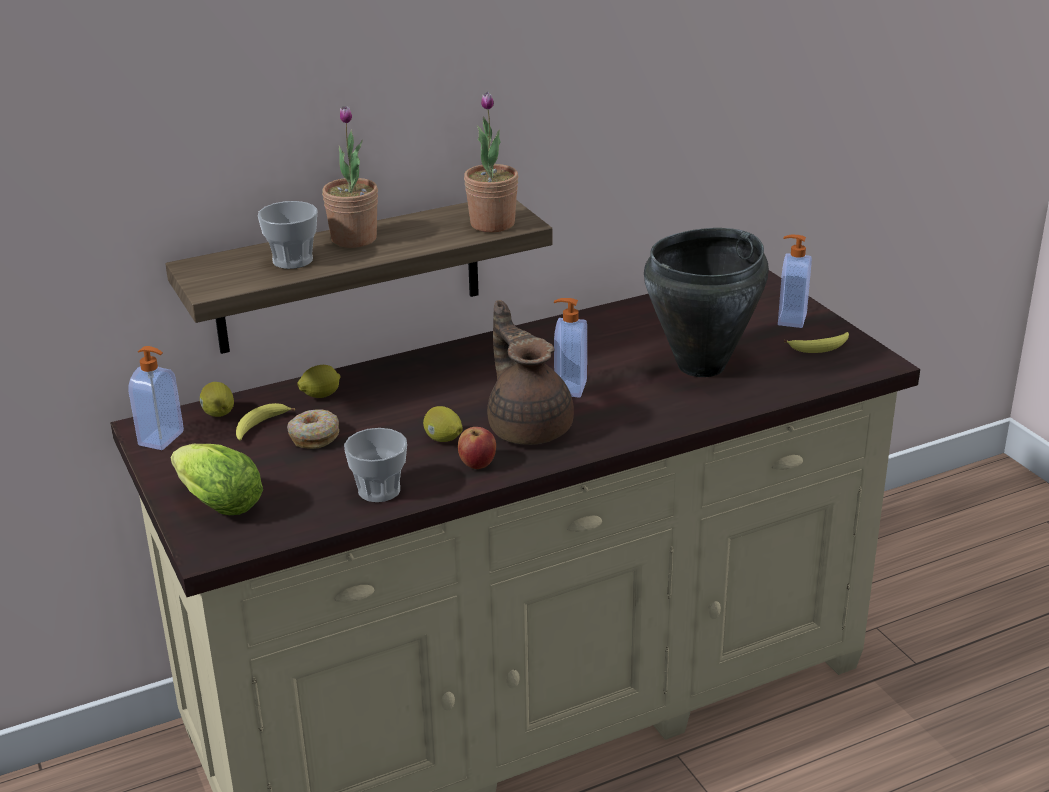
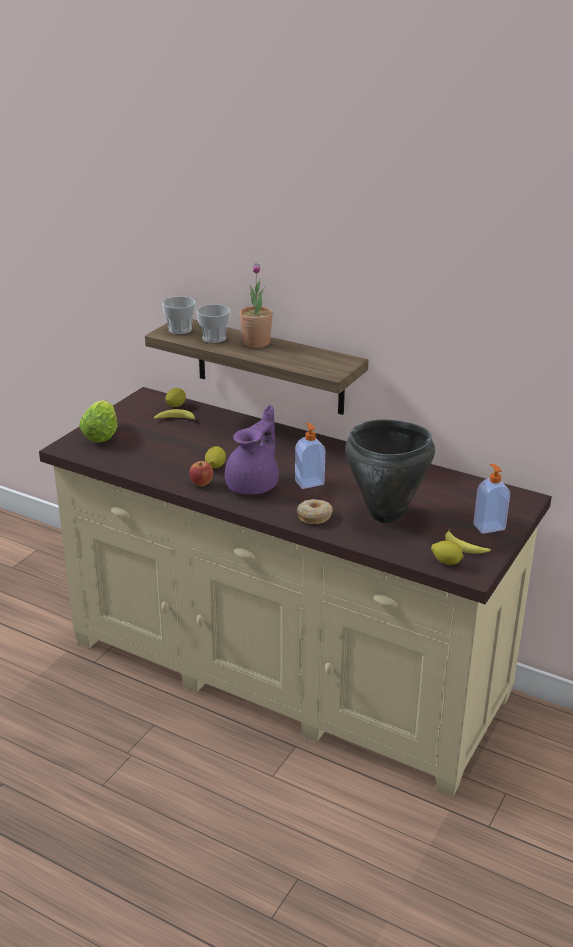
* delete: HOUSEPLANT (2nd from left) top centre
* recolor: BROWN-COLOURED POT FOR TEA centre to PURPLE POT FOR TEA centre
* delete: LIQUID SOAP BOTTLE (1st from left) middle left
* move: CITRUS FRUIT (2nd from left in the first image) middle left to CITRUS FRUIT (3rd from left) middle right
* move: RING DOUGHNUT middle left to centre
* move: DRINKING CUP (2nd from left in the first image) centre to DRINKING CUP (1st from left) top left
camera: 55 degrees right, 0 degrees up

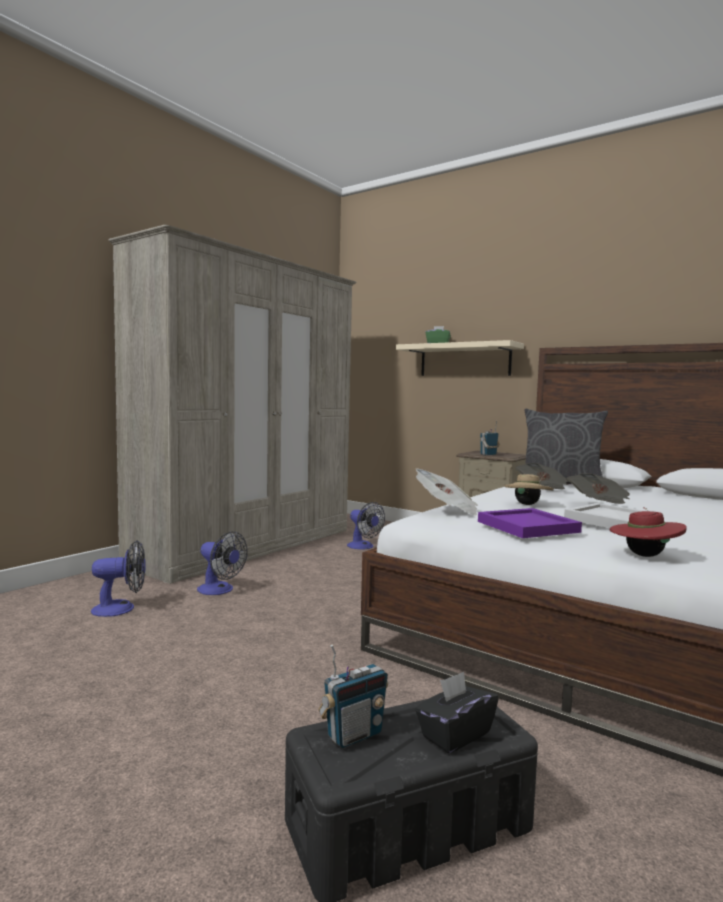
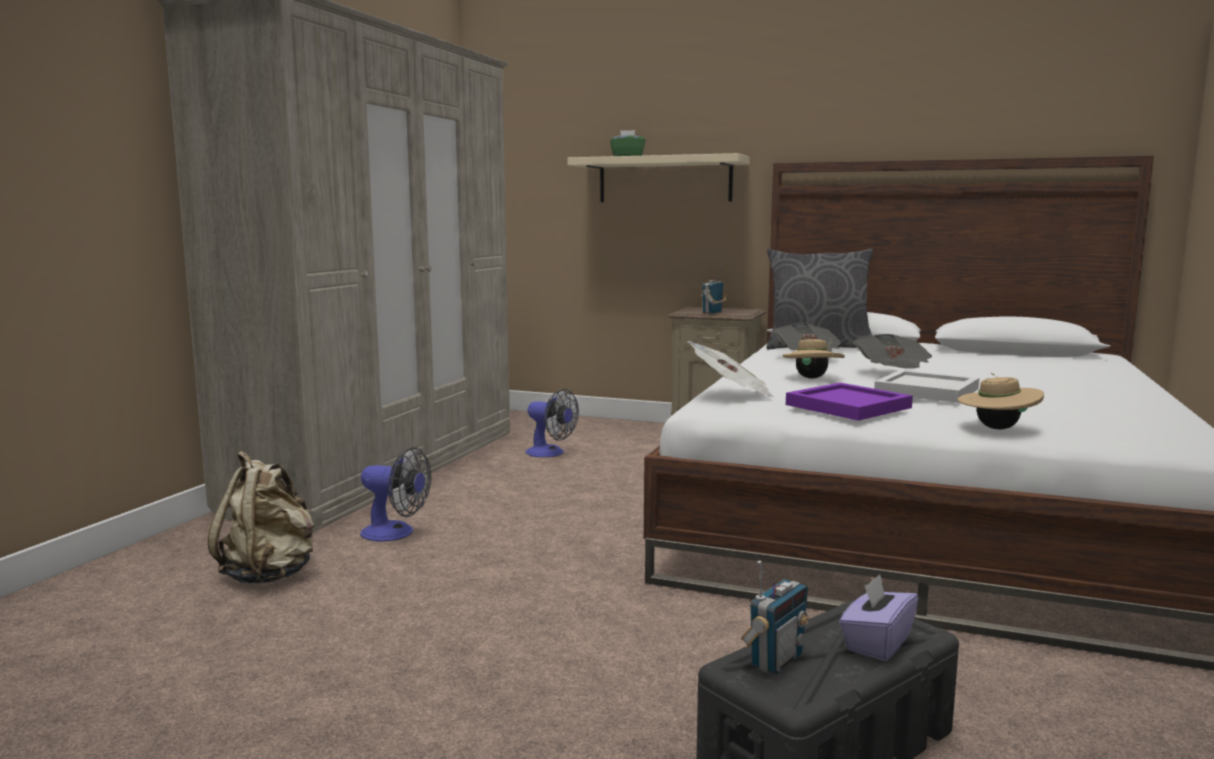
* recolor: RED-COLOURED HAT middle right to BEIGE HAT (2nd from left) middle right
* replace: COOLING FAN (1st from left) middle left to BEIGE RUCKSACK bottom left
* recolor: BLACKISH BOX OF TISSUES bottom centre to PURPLE BOX OF TISSUES bottom right
camera: 15 degrees left, 5 degrees up

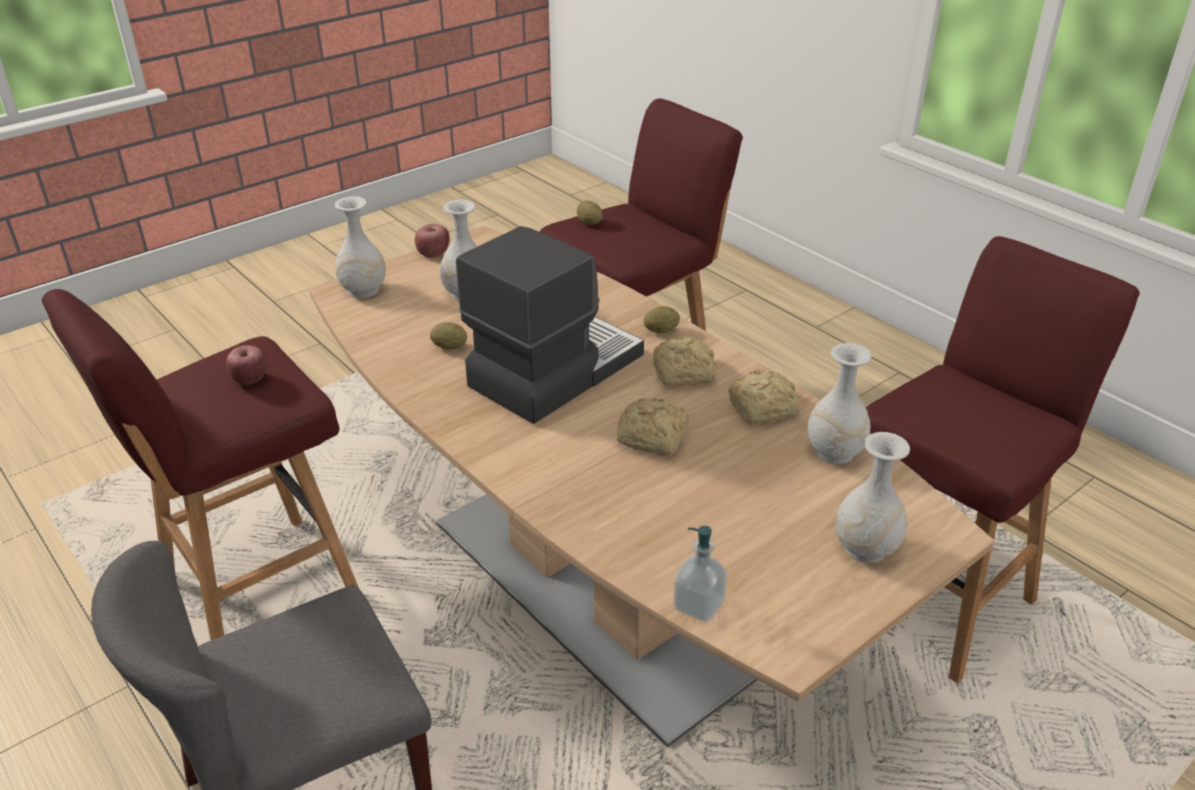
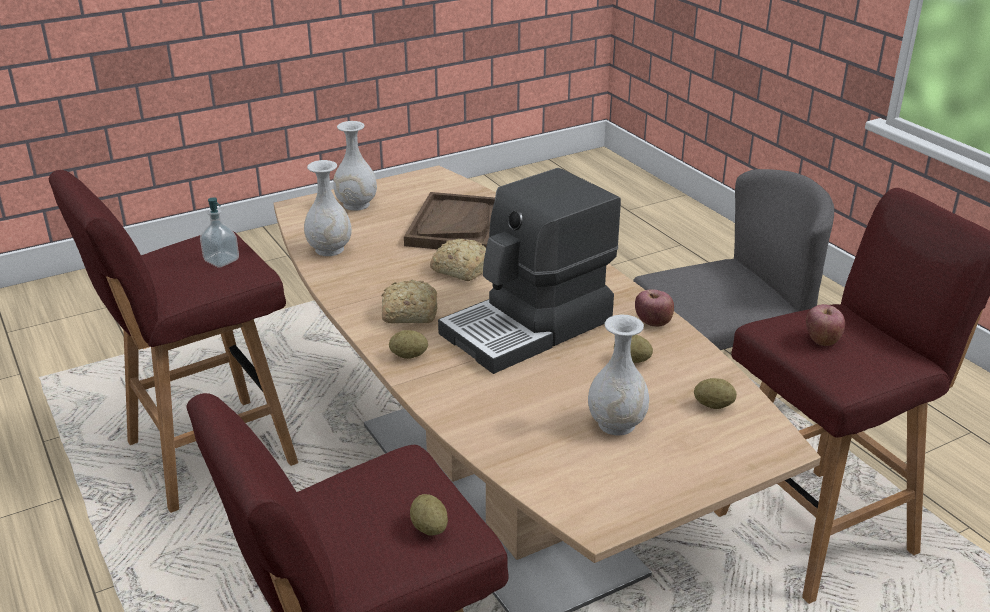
* delete: WHITE-COLOURED VASE (1st from left) top left
* move: APPLE (2nd from left in the first image) top centre to APPLE (1st from left) centre
* delete: BAKERY BREAD (3rd from left) centre
* move: LIQUID SOAP BOTTLE bottom centre to middle left
* insert: BROWN-COLOURED TRAY centre
* insert: WHOLE POTATO (4th from left) middle right
camera: 170 degrees left, 5 degrees down

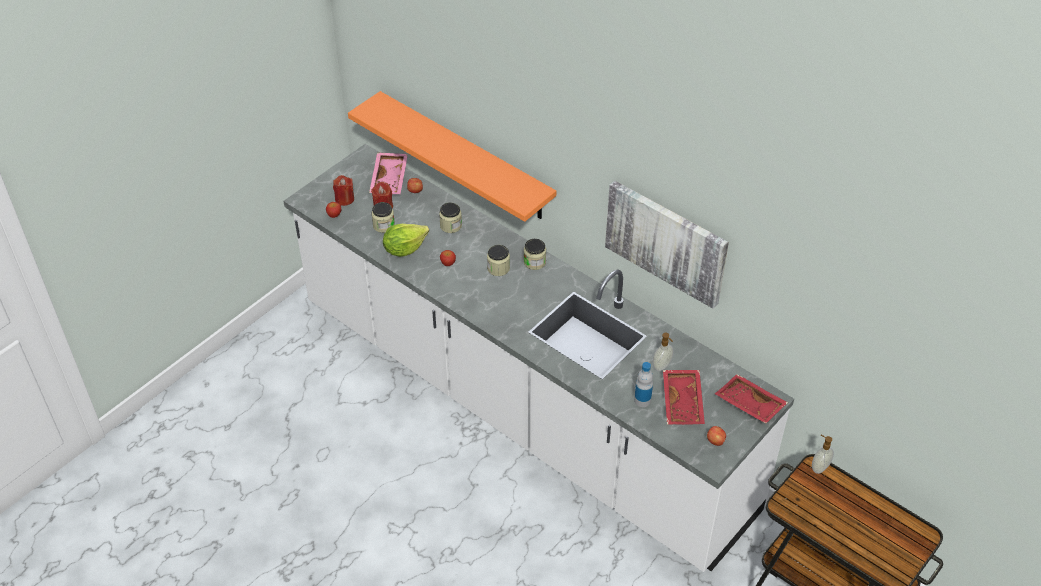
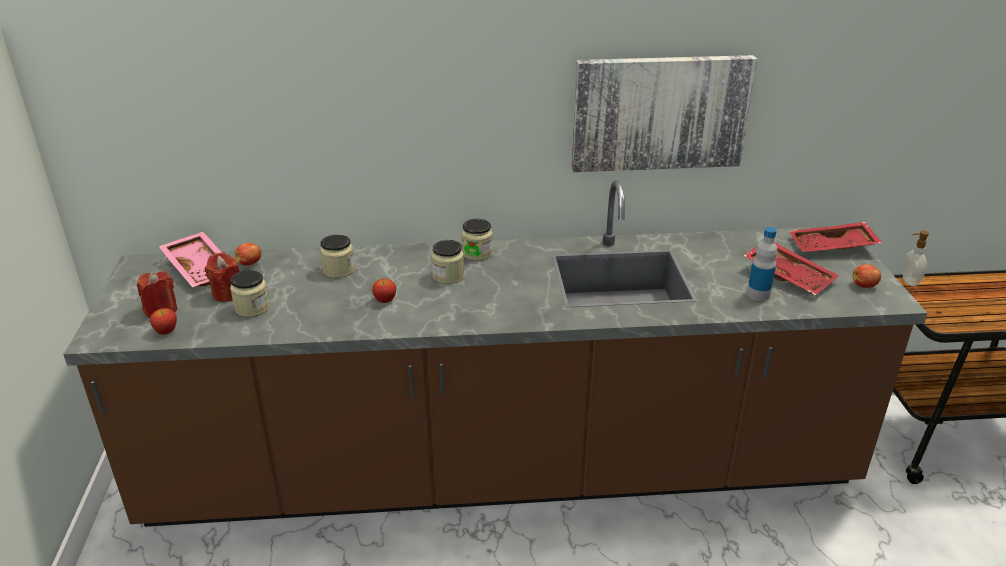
* delete: ORANGE-COLOURED SHELF top centre
* recolor: WHITE-COLOURED KITCHEN BASE UNIT centre to BROWN-COLOURED KITCHEN BASE UNIT centre
* delete: LETTUCE HEAD centre
* delete: LIQUID SOAP BOTTLE (1st from left) centre
camera: 45 degrees left, 15 degrees down

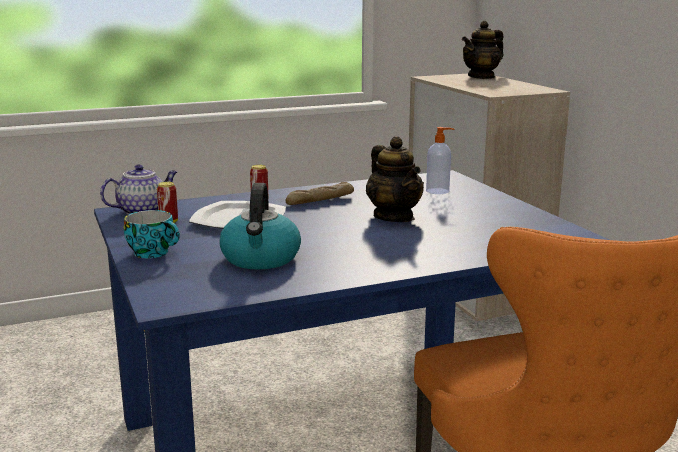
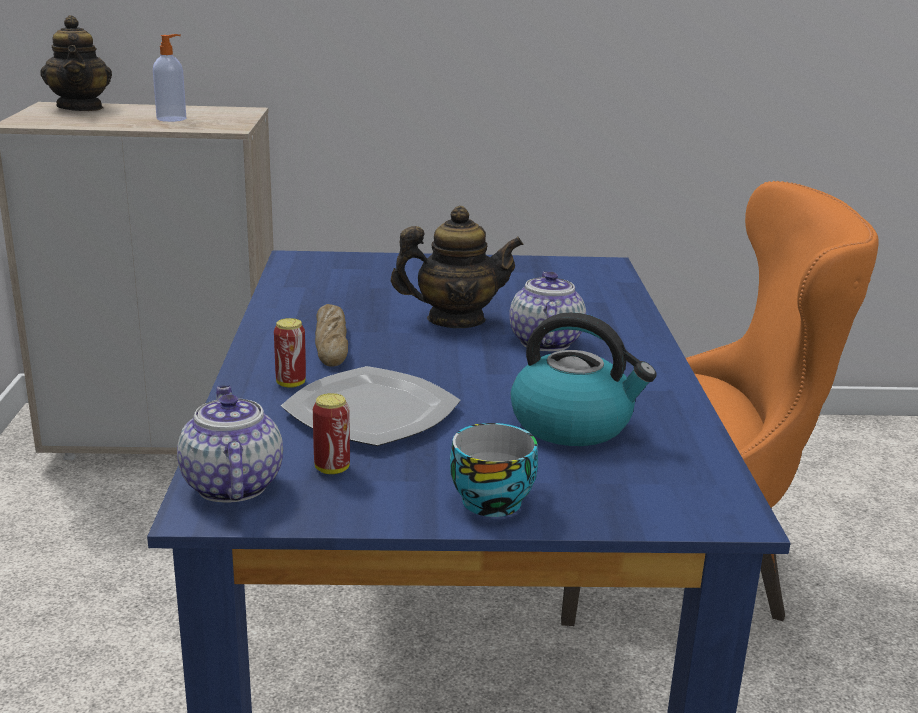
* move: LIQUID SOAP BOTTLE centre to top left
* insert: POT FOR TEA (4th from left) centre
camera: 70 degrees left, 5 degrees up

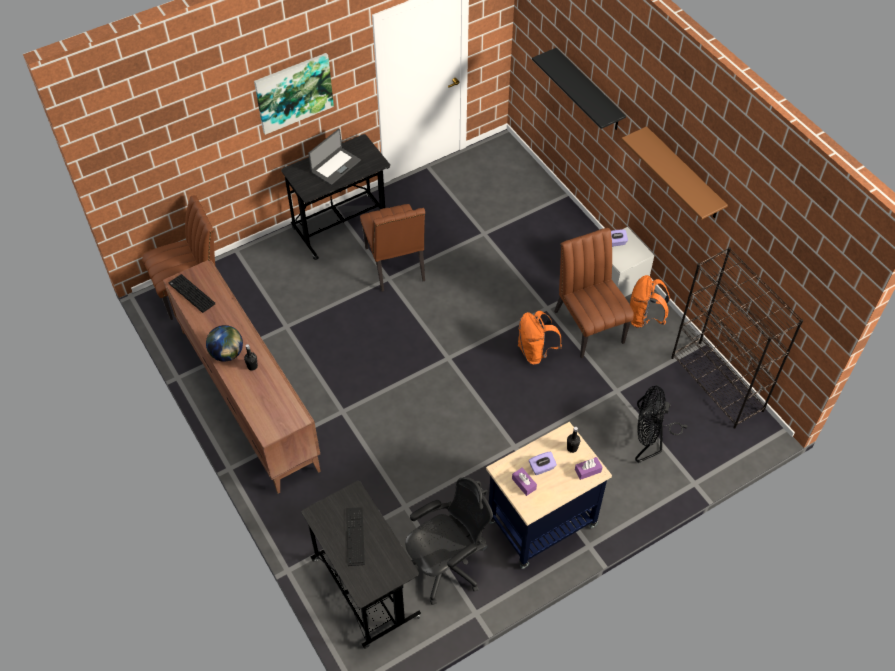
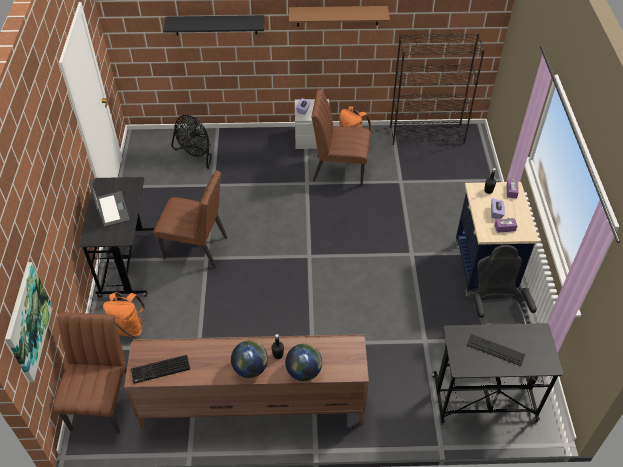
* move: PICTURE top left to bottom left
* move: ORANGE-COLOURED RUCKSACK (1st from left) centre to bottom left
* move: BLACKISH COOLING FAN middle right to top left
* insert: DESK GLOBE (2nd from left) bottom centre
camera: 60 degrees left, 5 degrees down

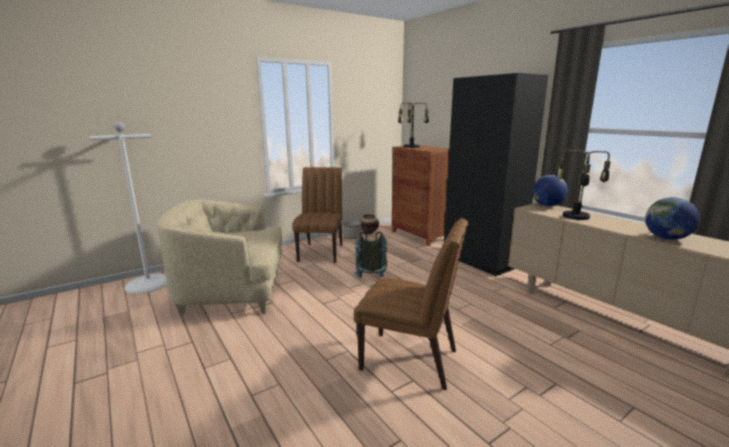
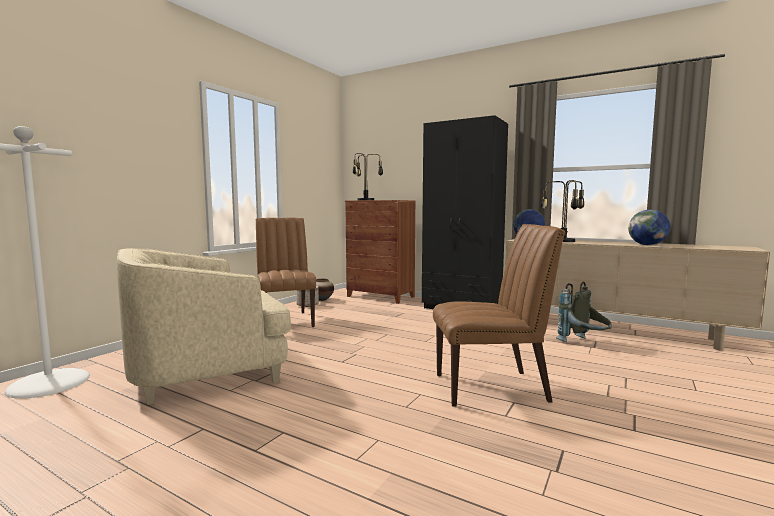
* move: GRAY RUCKSACK centre to middle right
camera: 25 degrees left, 10 degrees down

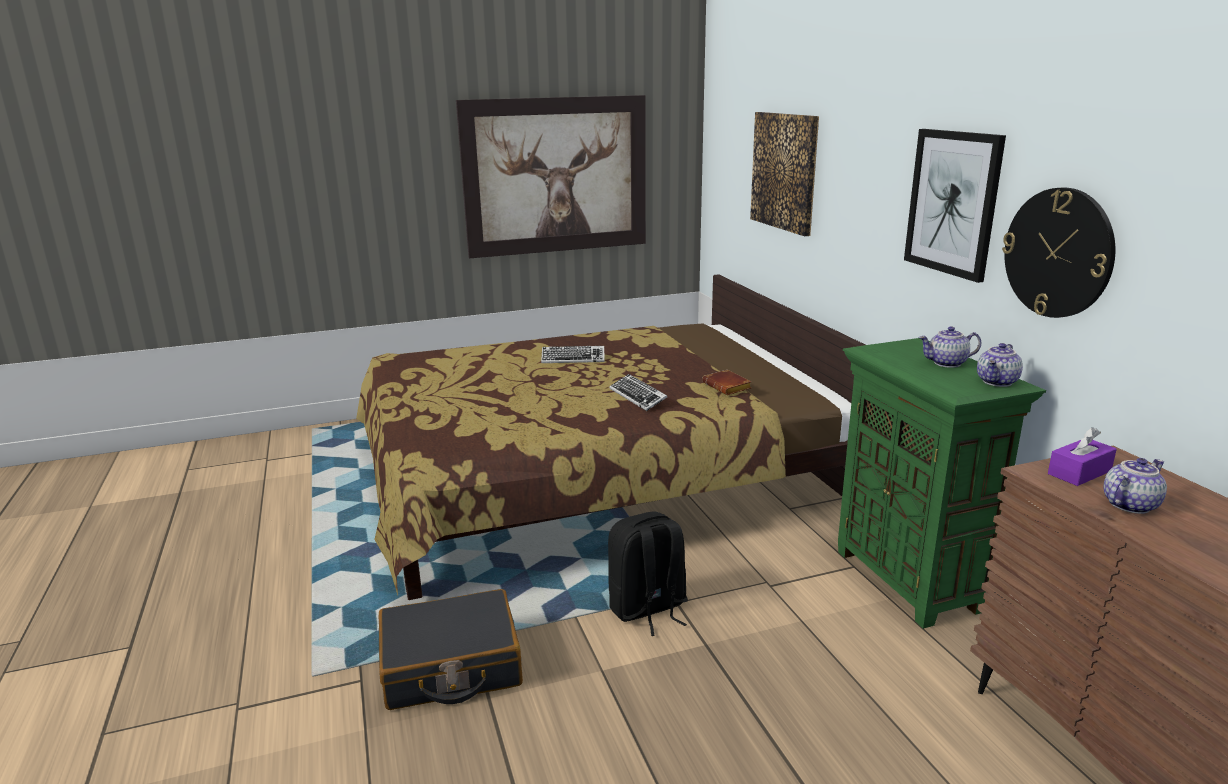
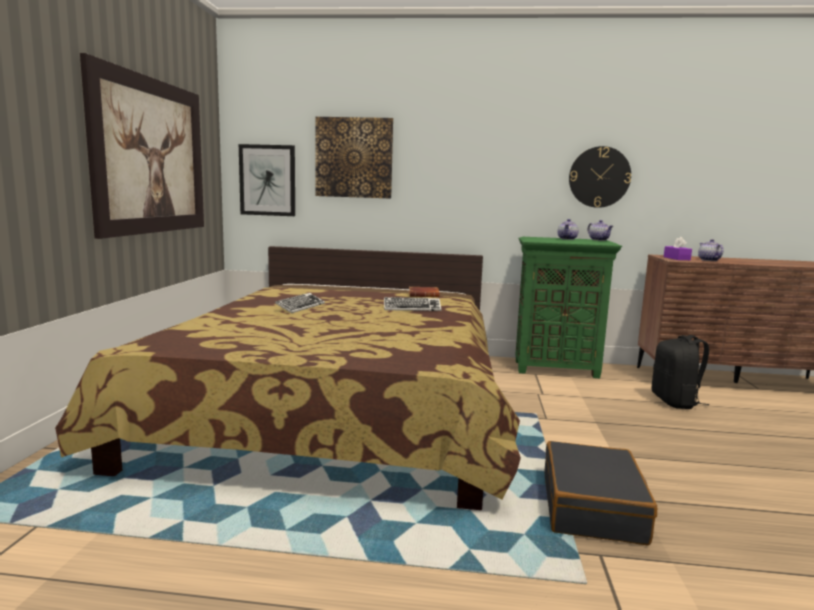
* move: PICTURE (3rd from left in the first image) top right to PICTURE (2nd from left) top left
* move: BLACKISH RUCKSACK bottom centre to middle right
camera: 65 degrees left, 10 degrees down

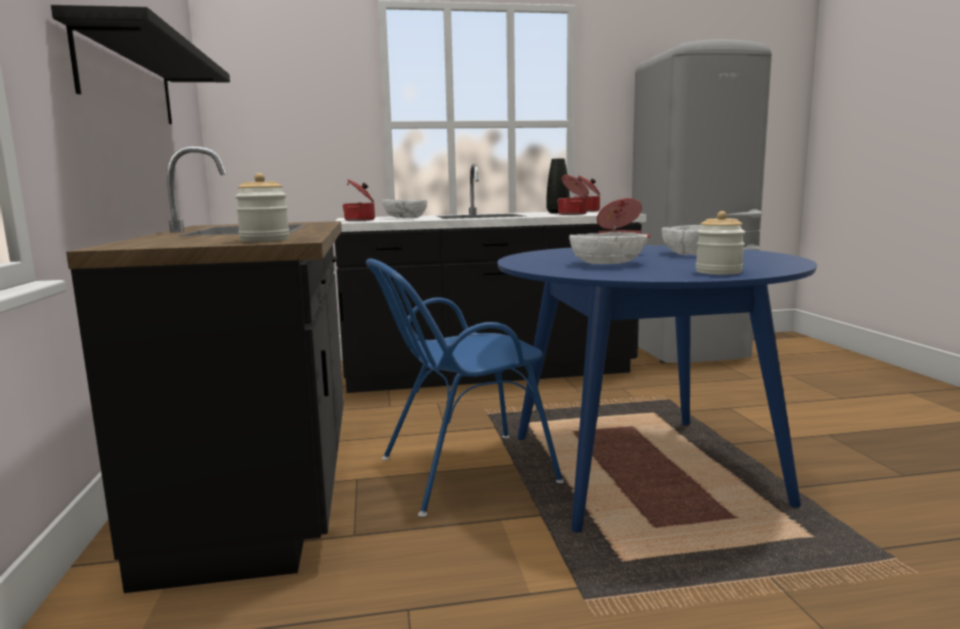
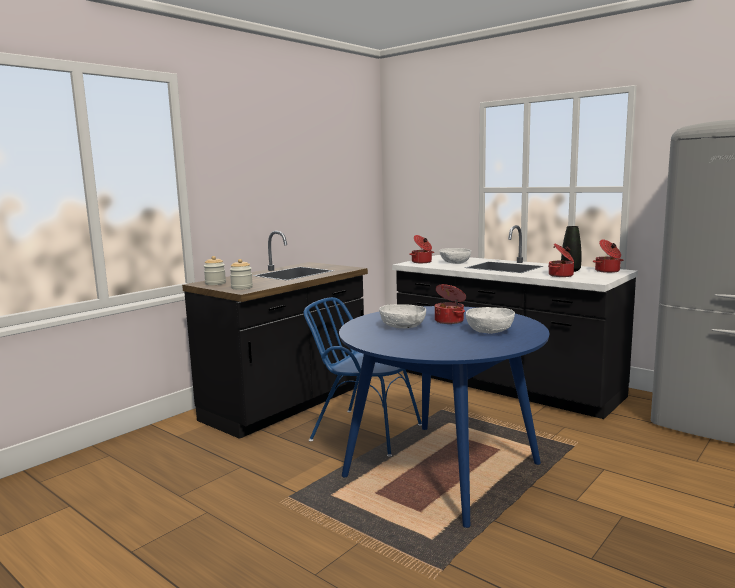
* delete: BLACKISH SHELF top left
* move: STORAGE JAR (2nd from left in the first image) middle right to STORAGE JAR (1st from left) middle left
camera: 50 degrees right, 0 degrees up

